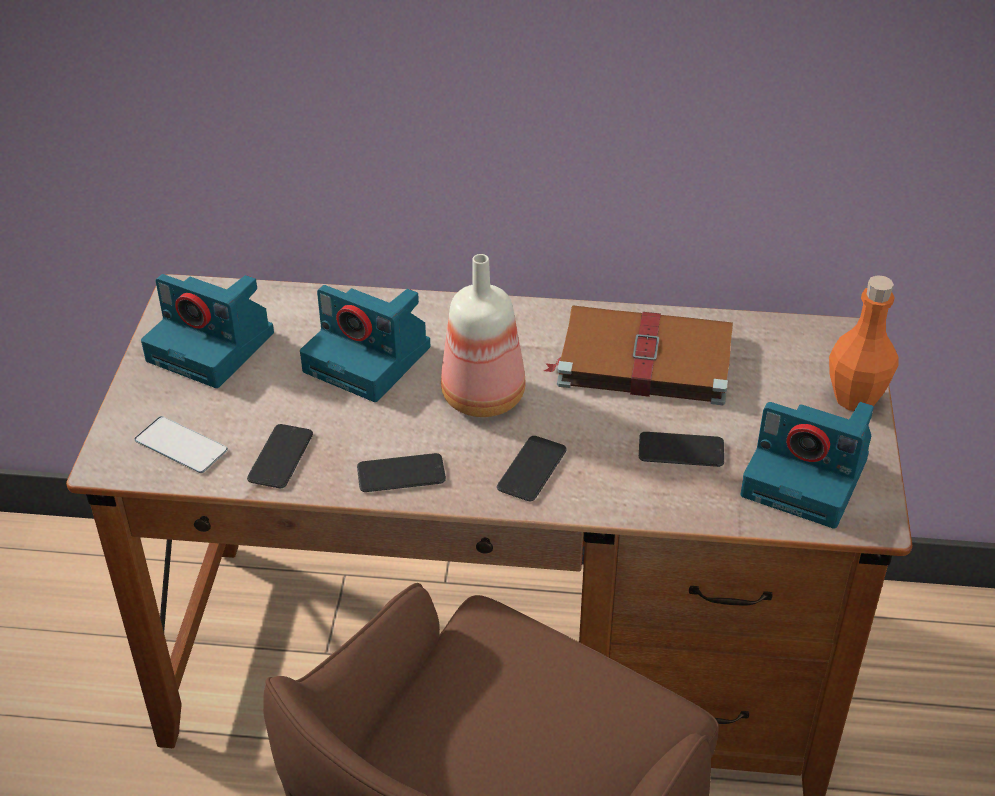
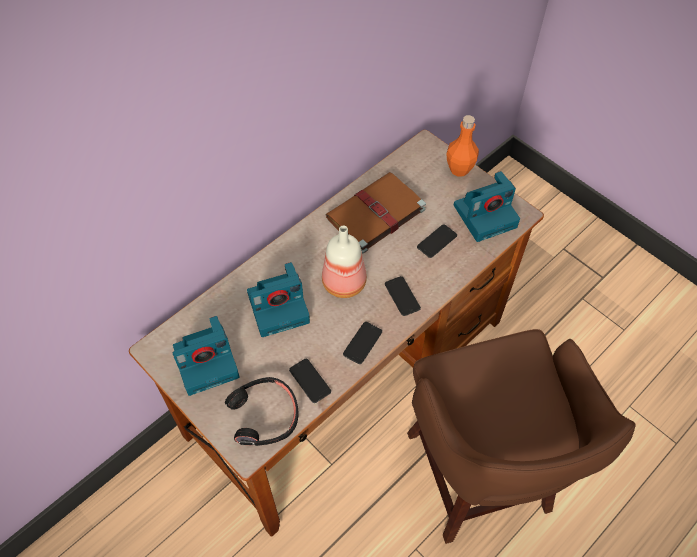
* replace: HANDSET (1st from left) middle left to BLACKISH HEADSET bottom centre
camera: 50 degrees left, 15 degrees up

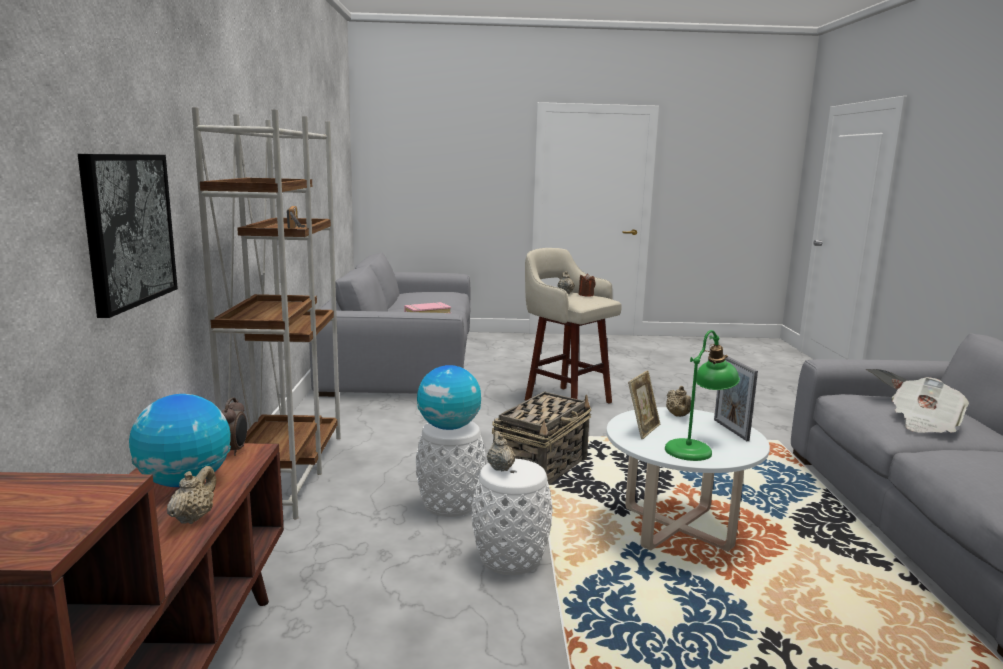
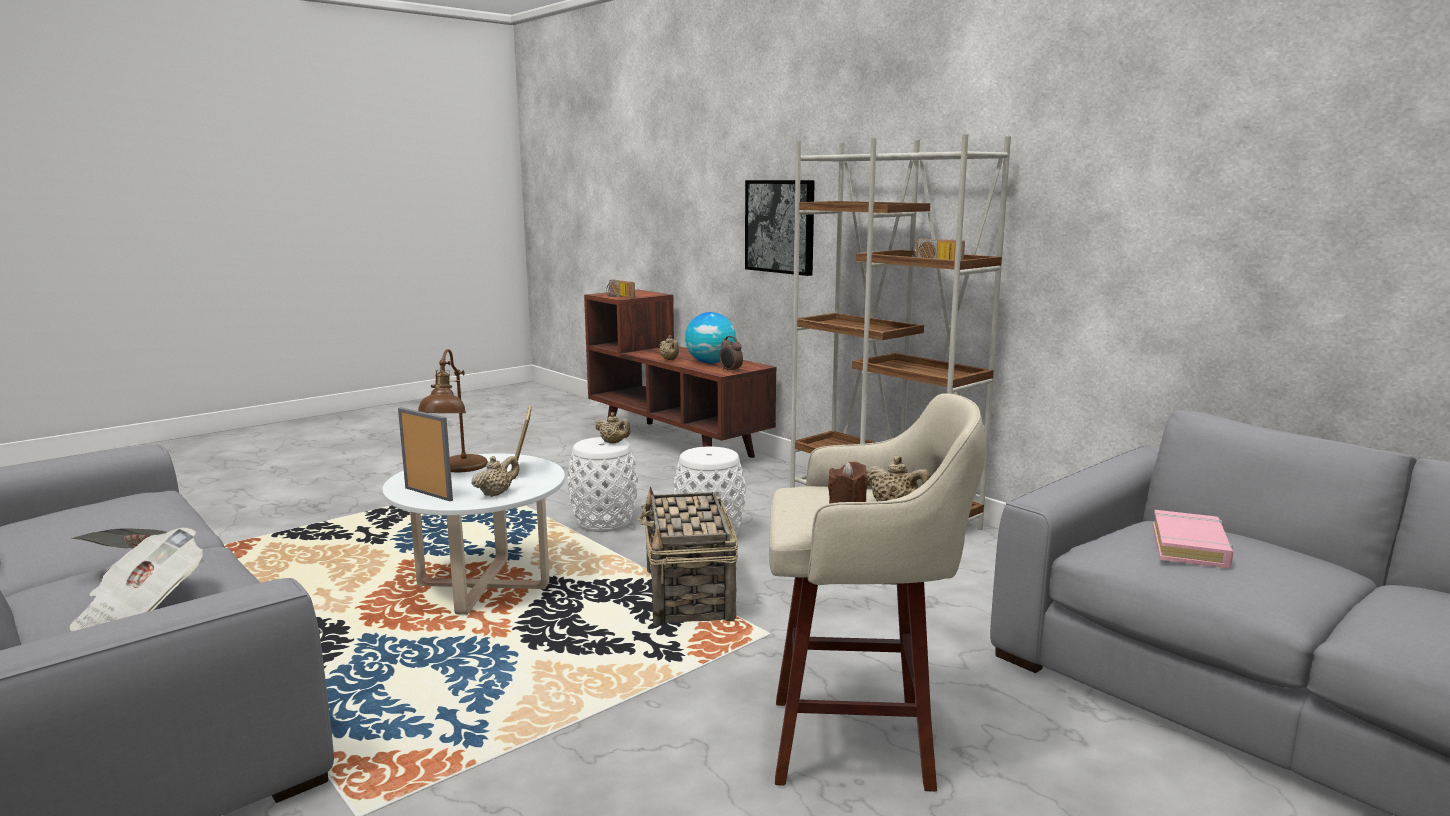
* recolor: GREEN-COLOURED TABLE LAMP middle right to BROWN-COLOURED TABLE LAMP middle left
* delete: DESK GLOBE (2nd from left) centre
* rotate: BEIGE POT FOR TEA (4th from left in the first image) middle right = centre 90 degrees clockwise
* insert: RADIO (1st from left) centre
camera: 140 degrees right, 0 degrees up

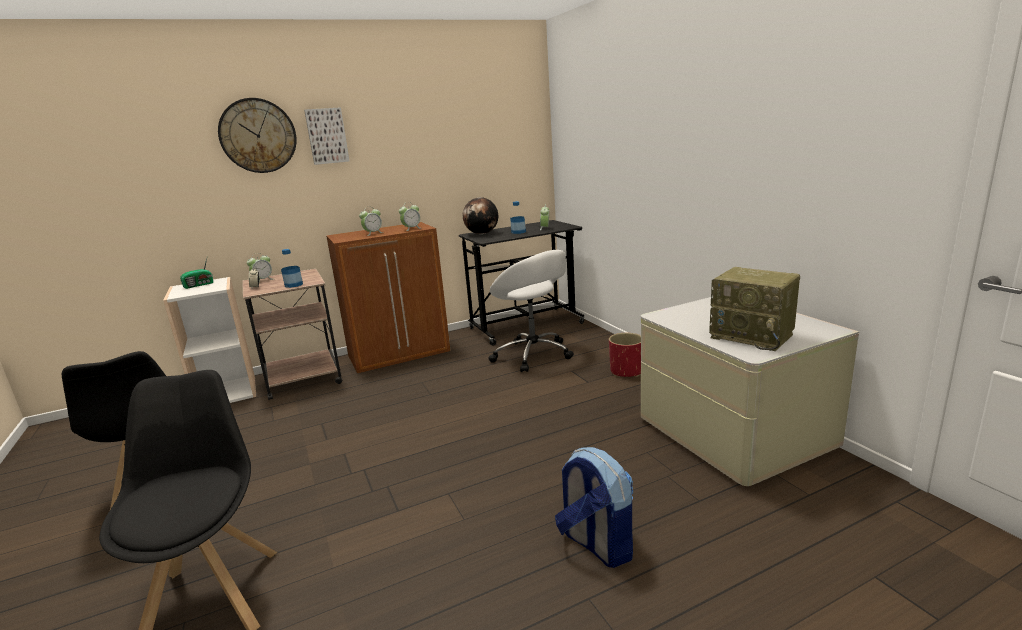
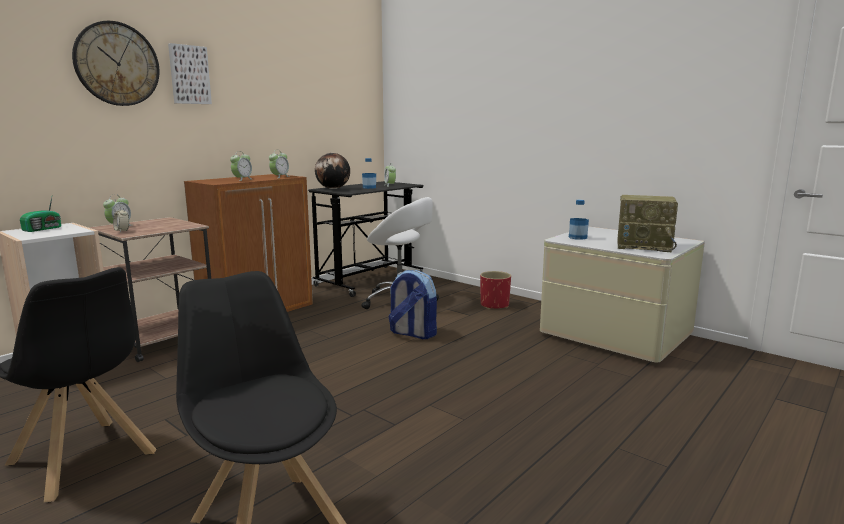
* move: BOTTLE (1st from left in the first image) middle left to BOTTLE (2nd from left) middle right
* move: RUCKSACK bottom centre to centre
camera: 25 degrees left, 5 degrees down

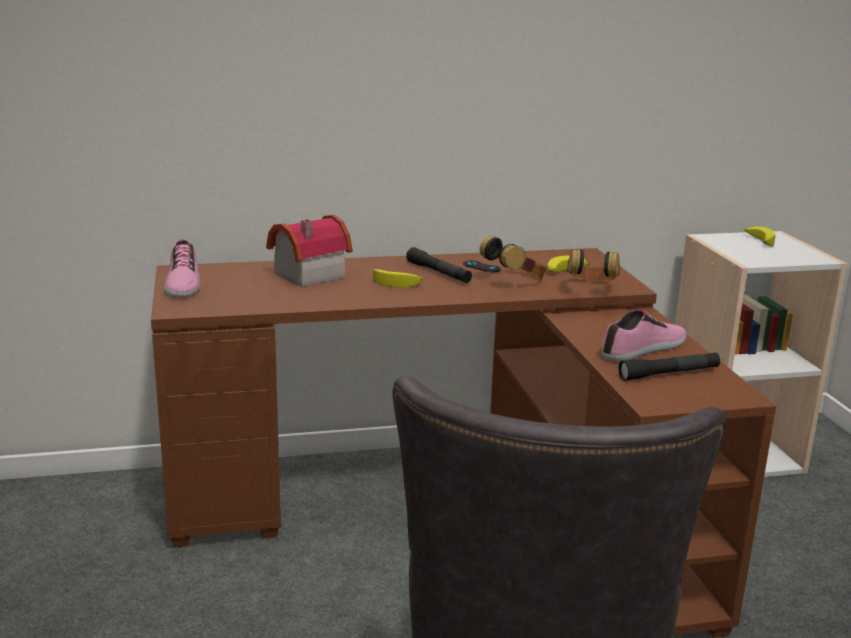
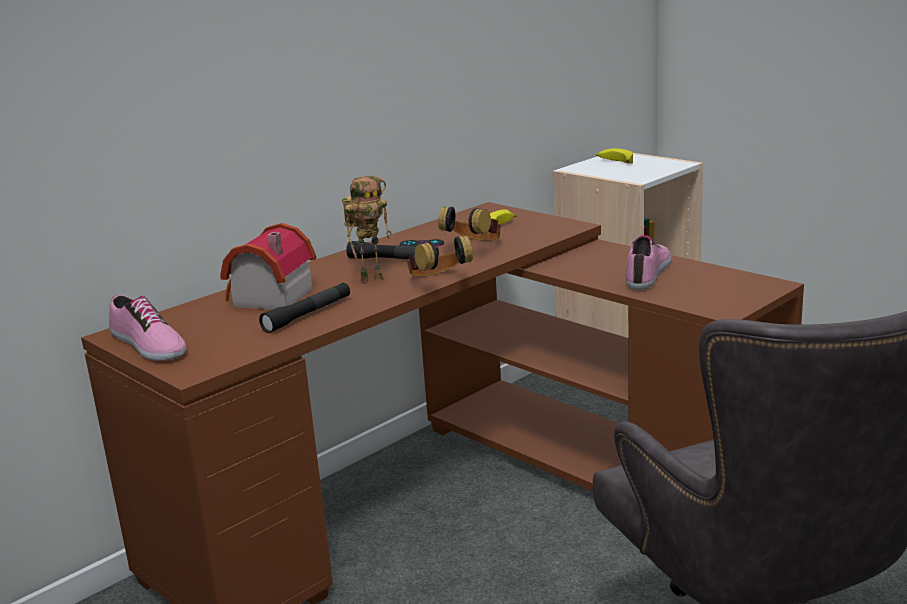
* move: HEADSET (2nd from left in the first image) middle right to HEADSET (1st from left) centre
* replace: WHOLE BANANA (1st from left) centre to ROBOT FIGURE centre
* move: BLACKISH HAND TORCH (2nd from left in the first image) middle right to BLACKISH HAND TORCH (1st from left) centre
camera: 30 degrees left, 0 degrees up

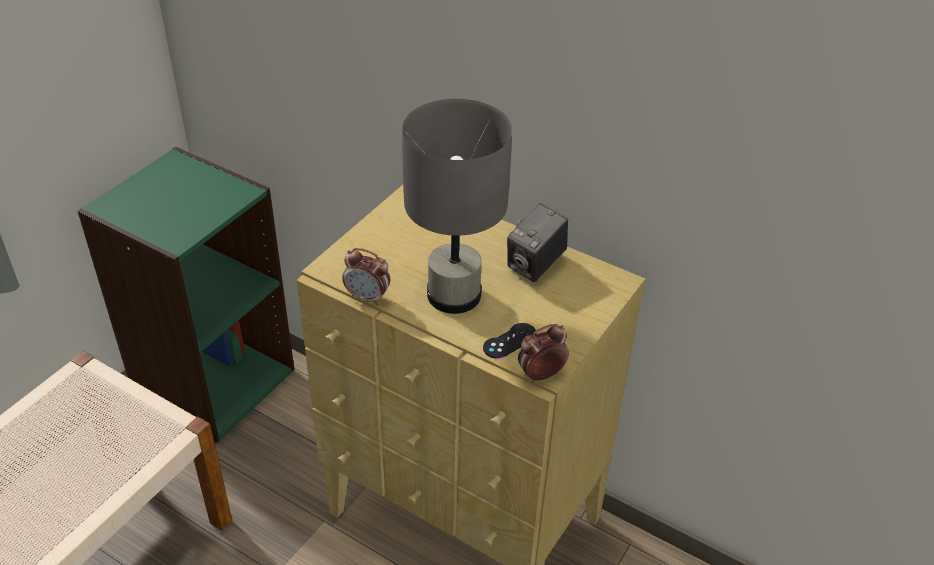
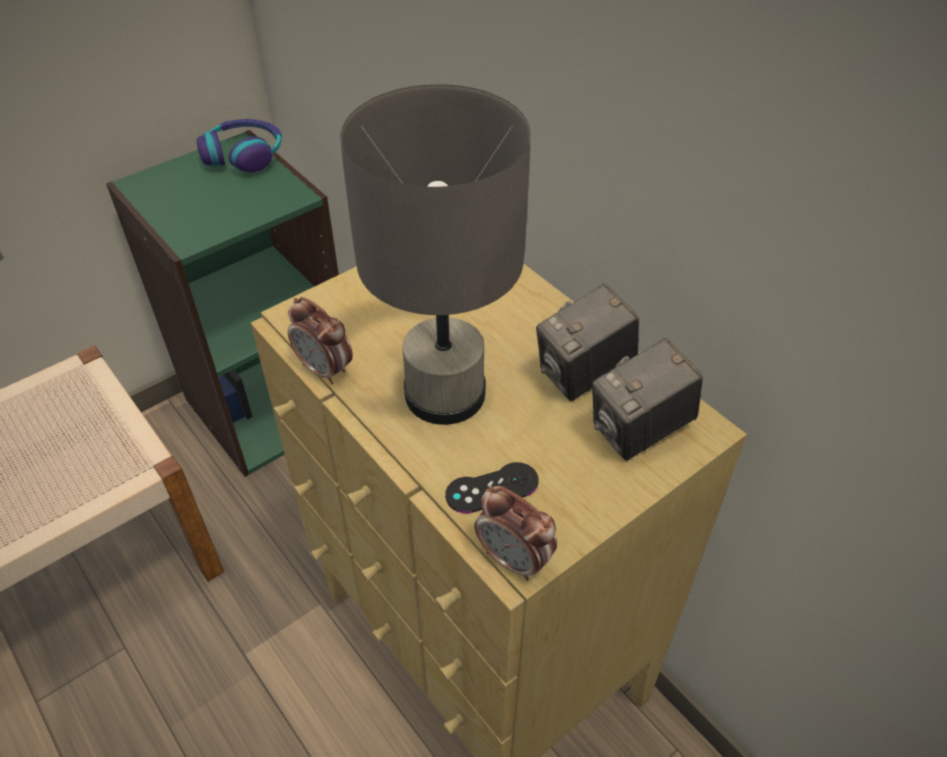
* rotate: TABLE CLOCK (2nd from left) centre = bottom centre 135 degrees counterclockwise
* insert: HEADSET top left
* insert: PHOTO CAMERA (2nd from left) middle right
camera: 20 degrees right, 5 degrees up

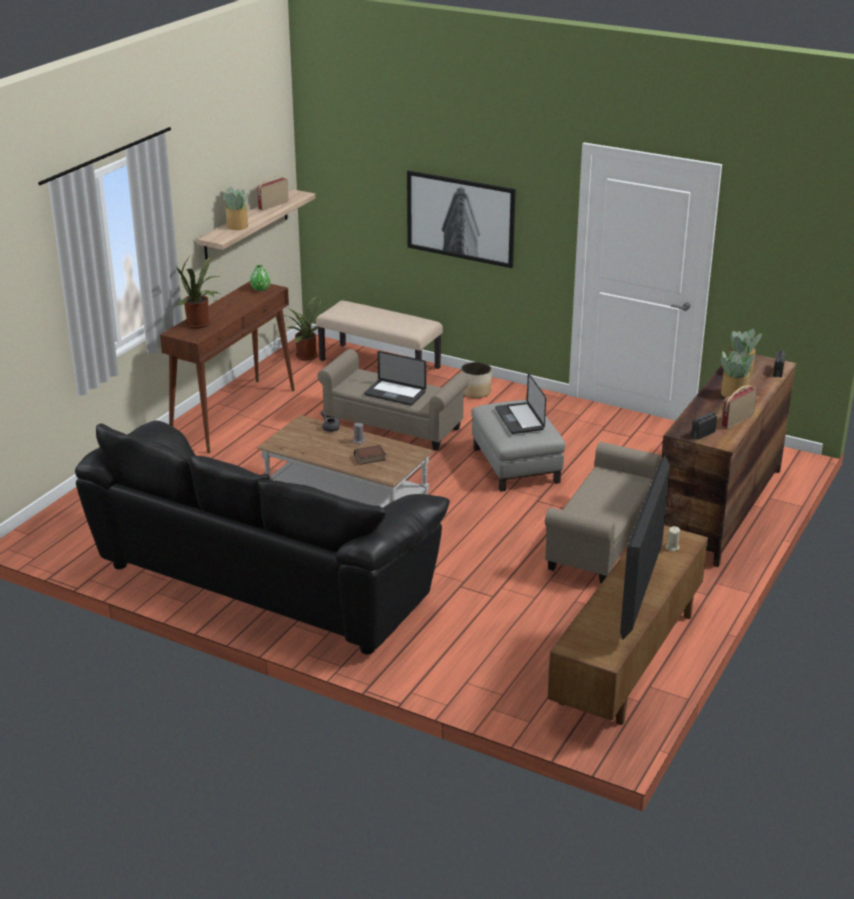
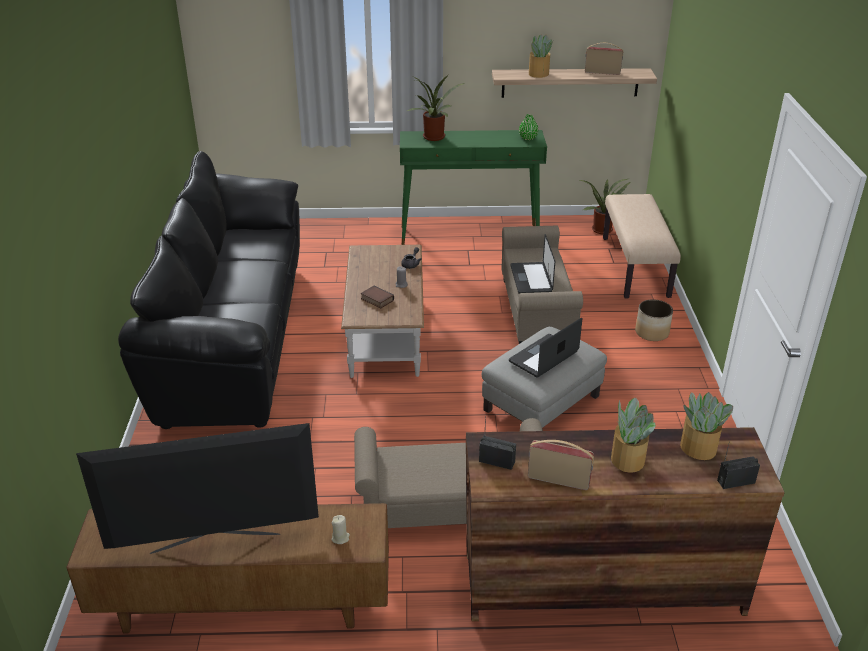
* delete: PICTURE top centre
* recolor: BROWN-COLOURED CONSOLE TABLE middle left to GREEN-COLOURED CONSOLE TABLE top centre
camera: 60 degrees right, 5 degrees up

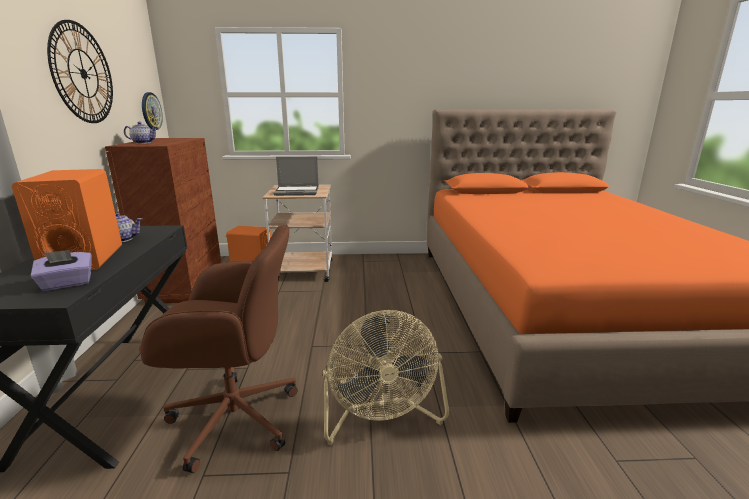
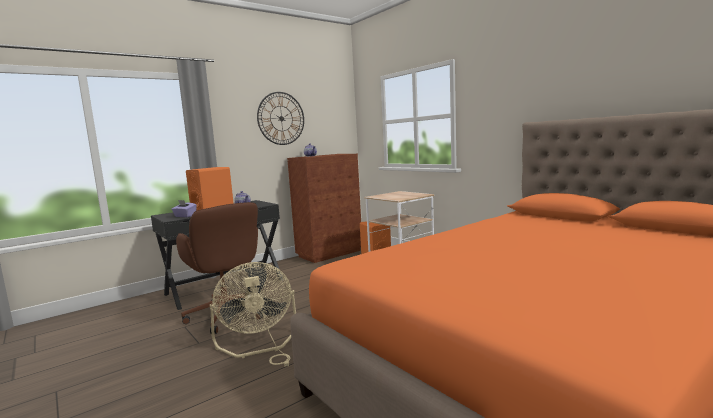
* delete: HANGING CLOCK (2nd from left) top left
* delete: PORTABLE COMPUTER centre
* rotate: BEIGE COOLING FAN bottom centre = bottom centre 120 degrees clockwise
camera: 55 degrees right, 10 degrees down

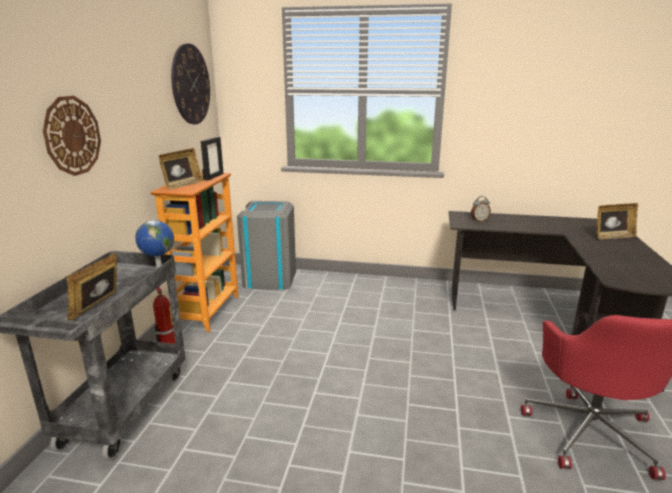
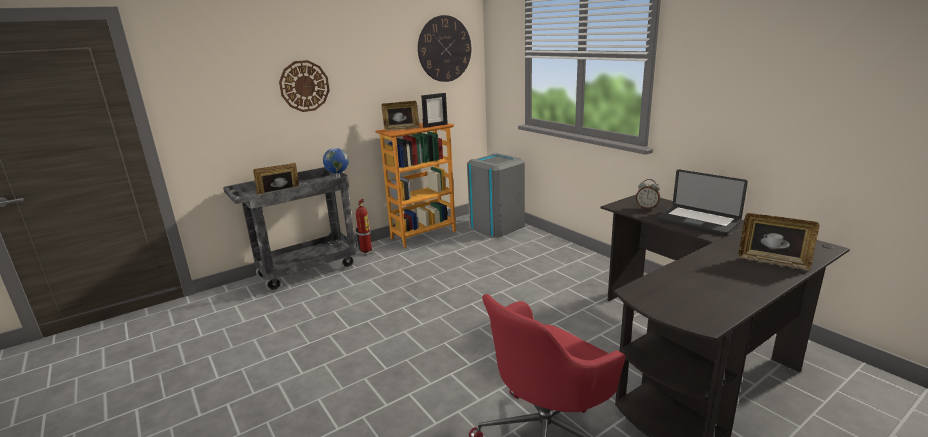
* insert: PORTABLE COMPUTER middle right
camera: 45 degrees right, 0 degrees up

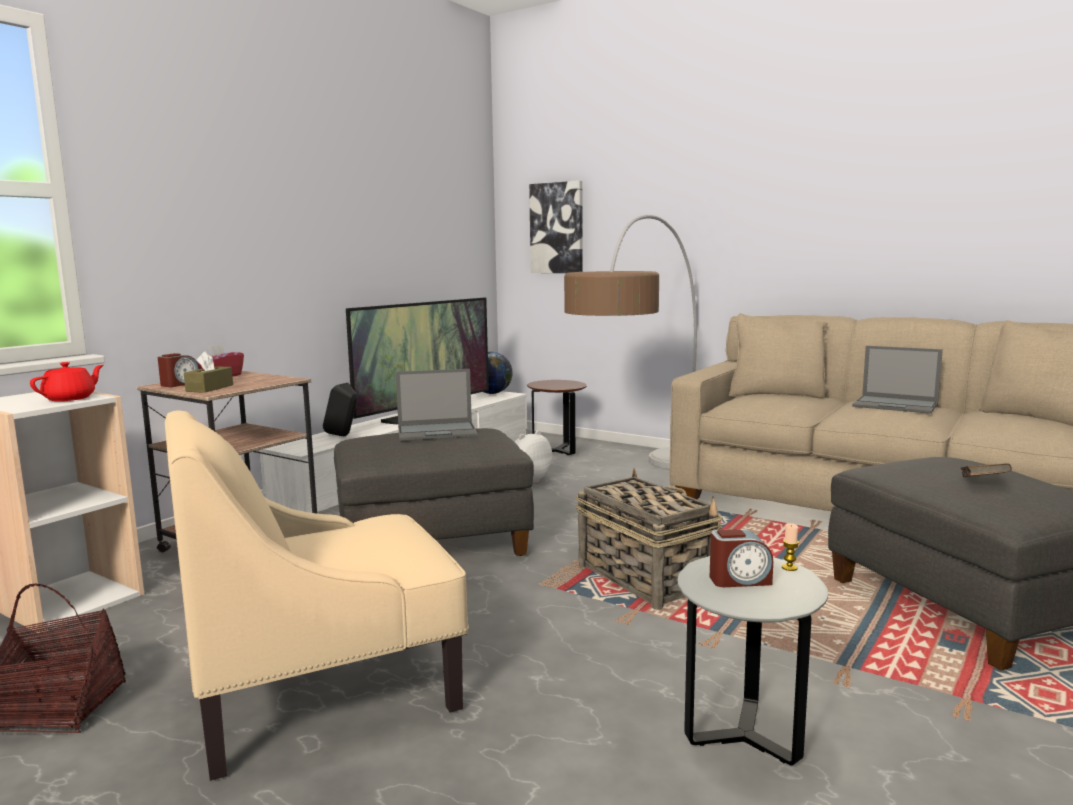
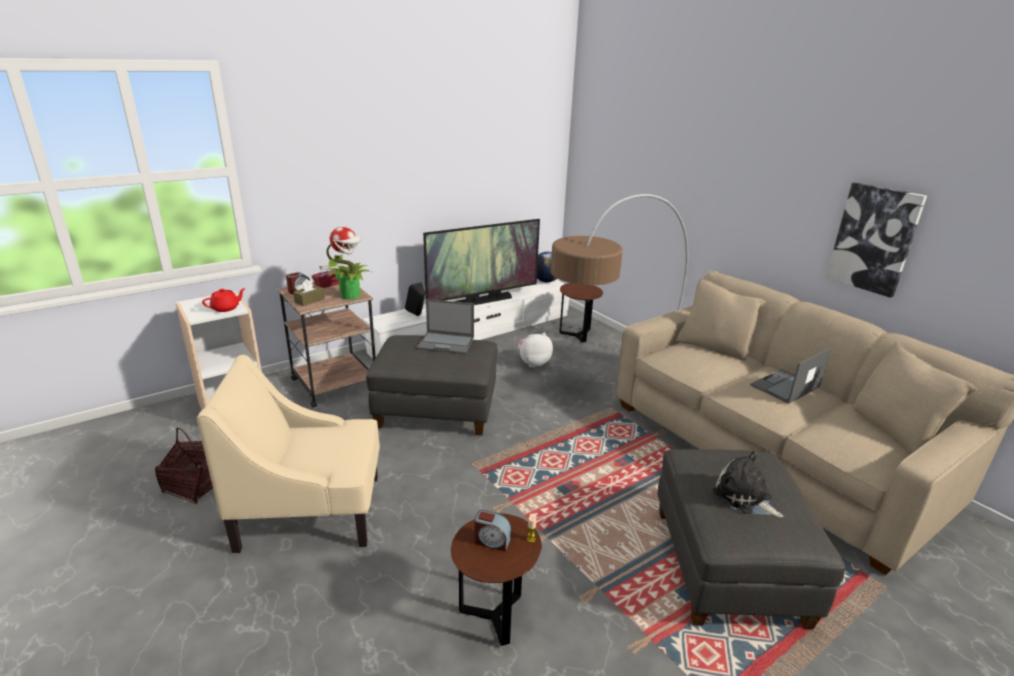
* move: PICTURE top centre to middle right
* rotate: PORTABLE COMPUTER (2nd from left) middle right = middle right 90 degrees clockwise
* replace: BROWN-COLOURED VOLUME middle right to SOFT TOY (2nd from left) bottom right
* delete: STORAGE BASKET (2nd from left) bottom centre
* recolor: GRAY SIDE TABLE bottom right to BROWN-COLOURED SIDE TABLE (1st from left) bottom centre
* insert: HOUSEPLANT centre
camera: 20 degrees right, 15 degrees up

